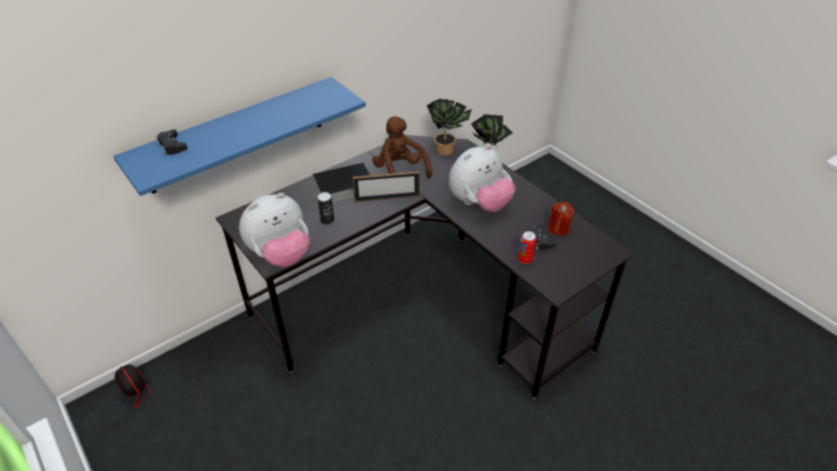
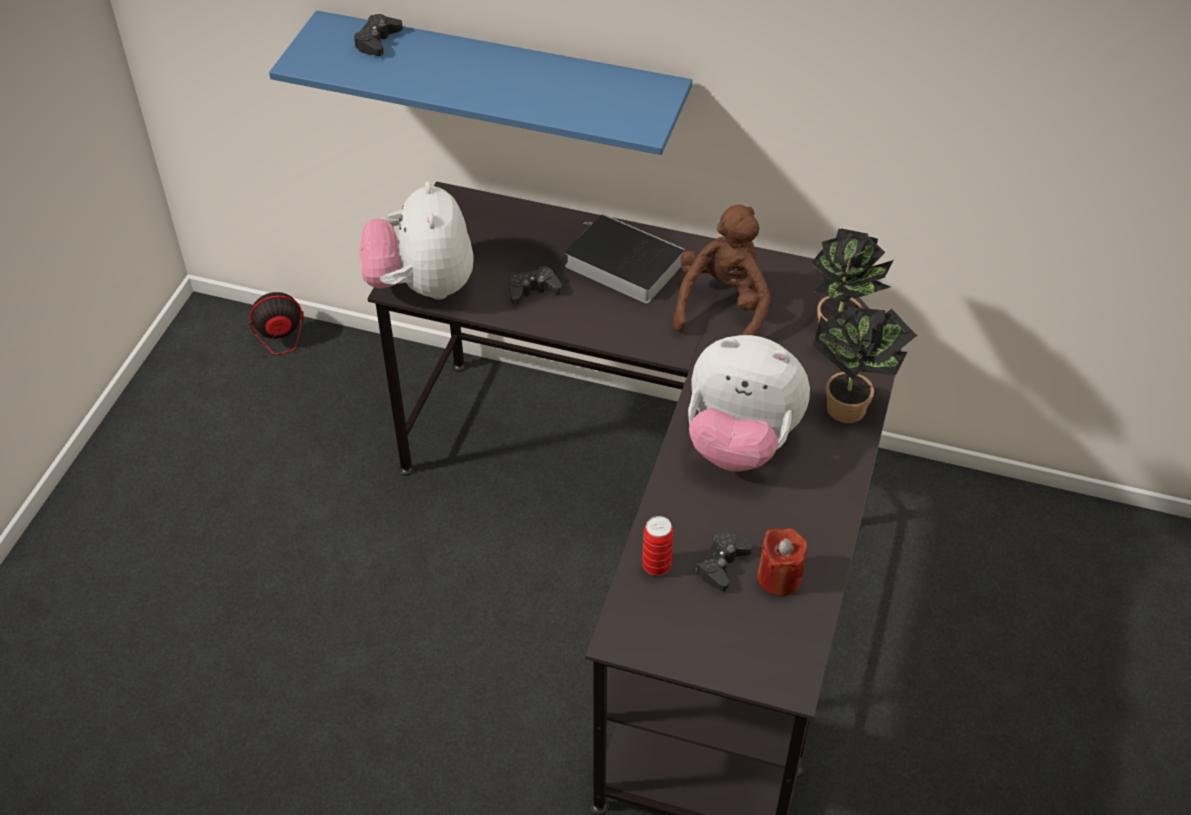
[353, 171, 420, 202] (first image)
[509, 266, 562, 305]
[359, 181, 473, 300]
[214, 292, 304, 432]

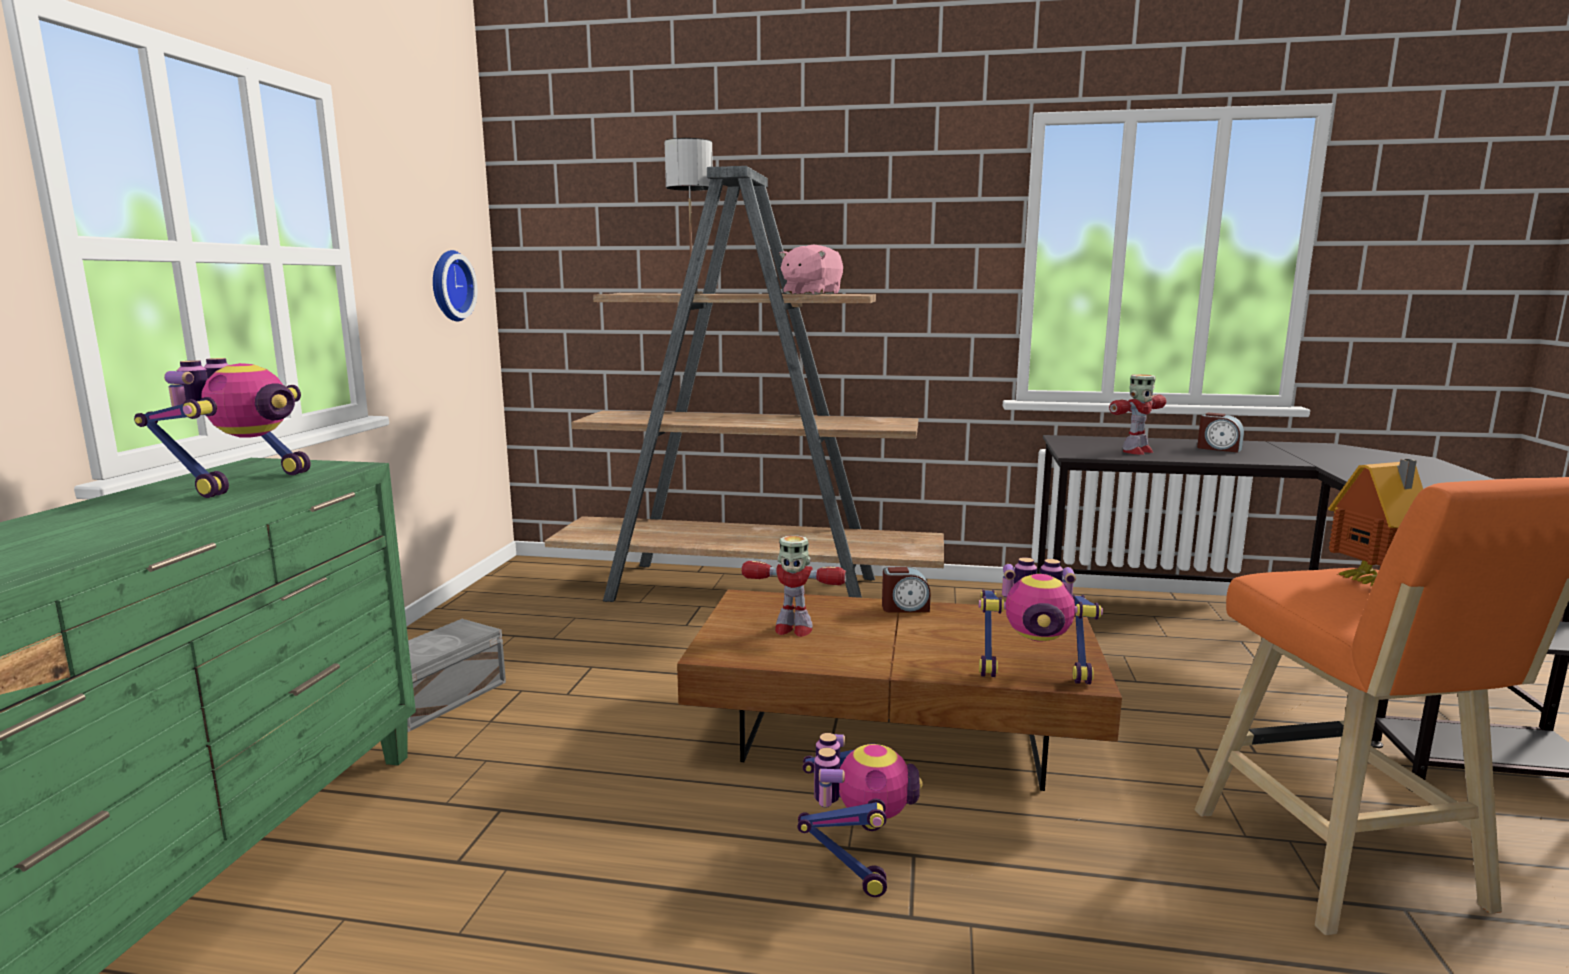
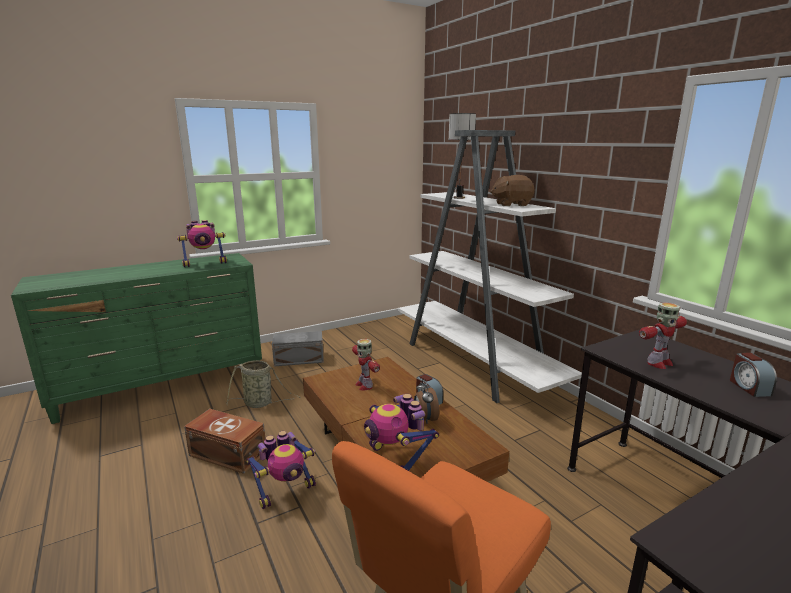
[398, 130, 582, 403]
[490, 175, 535, 206]
[433, 250, 477, 322] (first image)
[639, 302, 687, 369]
[1328, 459, 1423, 586] (first image)
[226, 360, 300, 408]
[414, 379, 439, 423]
[184, 409, 266, 474]

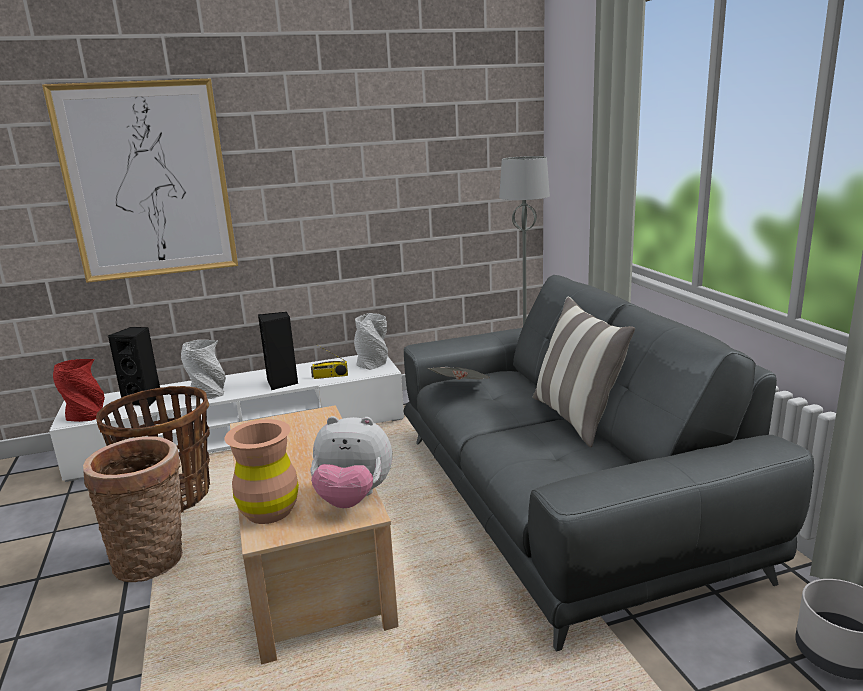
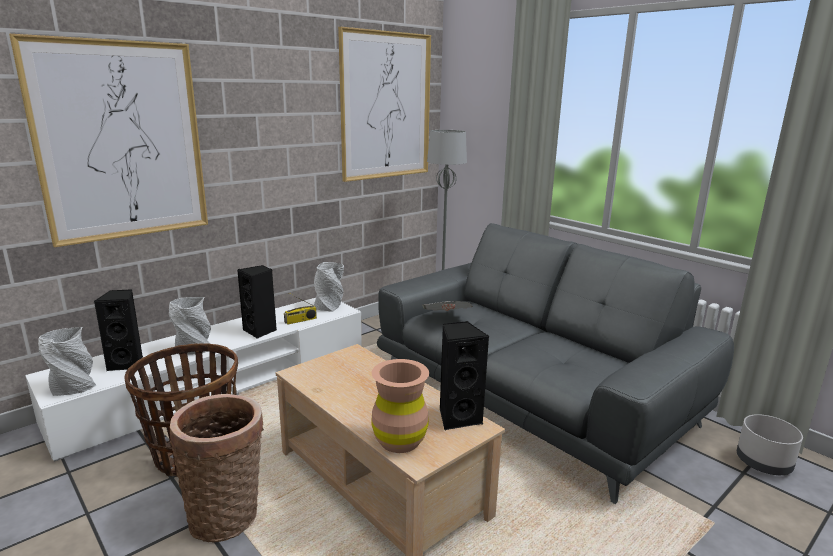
[533, 296, 635, 447] (first image)
[38, 327, 96, 396]
[440, 321, 489, 430]
[338, 27, 431, 182]

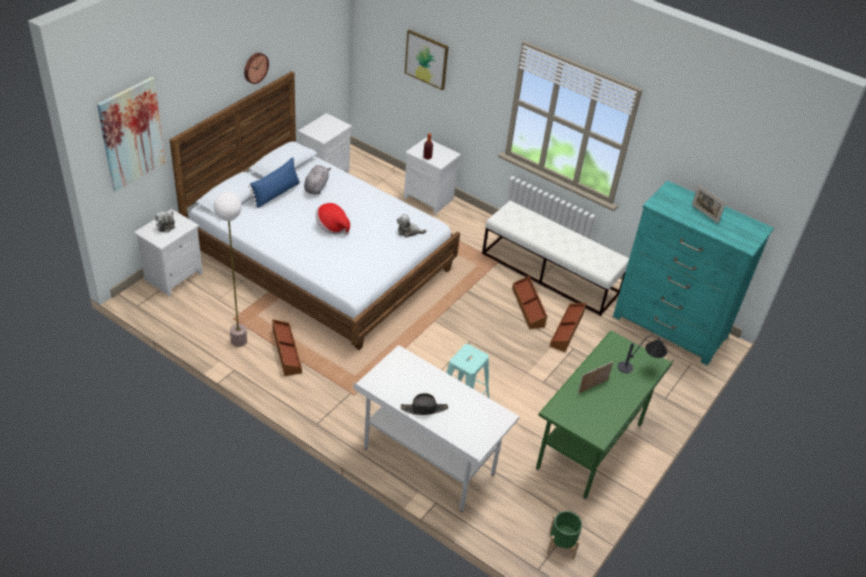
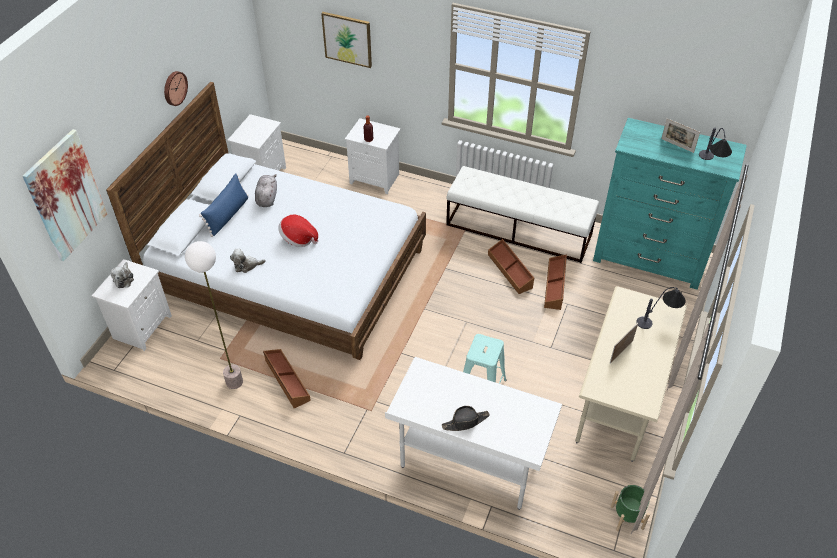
[230, 248, 266, 273]
[575, 286, 688, 462]
[699, 128, 732, 160]

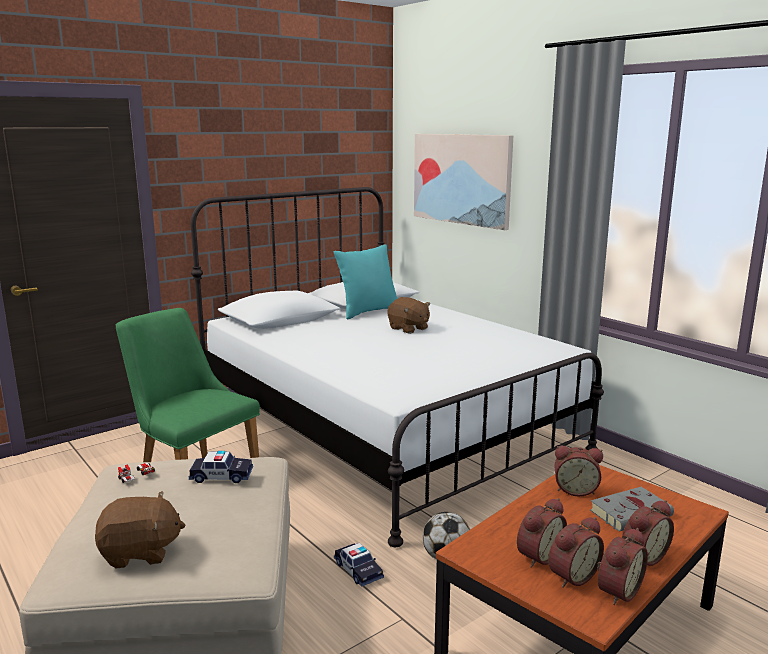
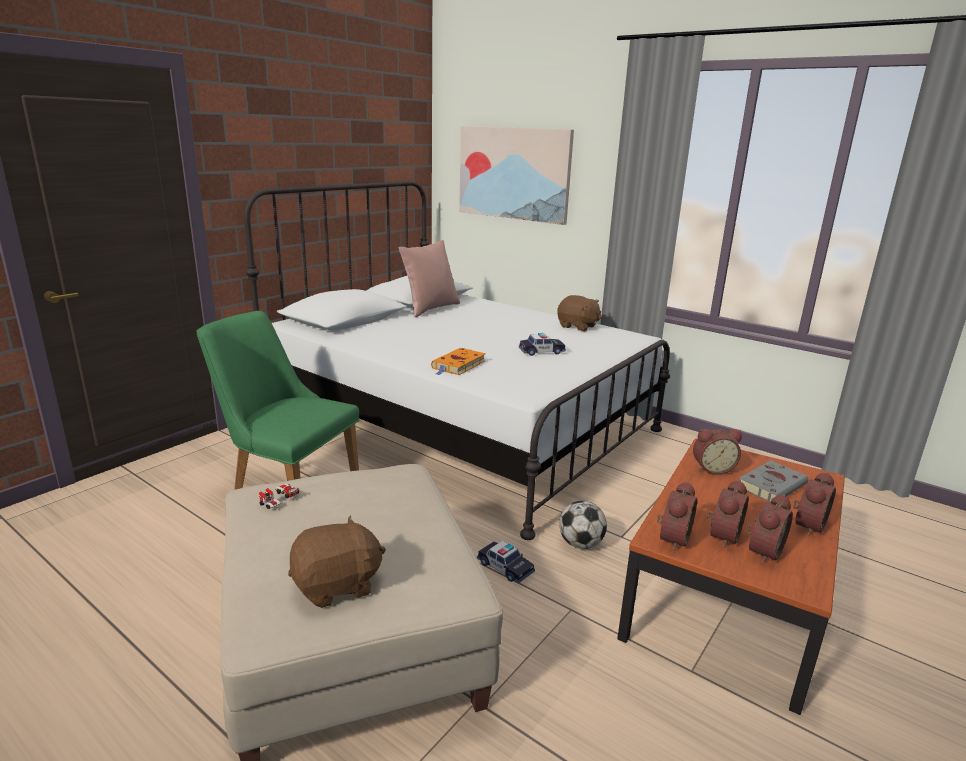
[399, 240, 460, 317]
[557, 295, 602, 331]
[519, 333, 566, 356]
[657, 481, 697, 551]
[431, 348, 486, 375]

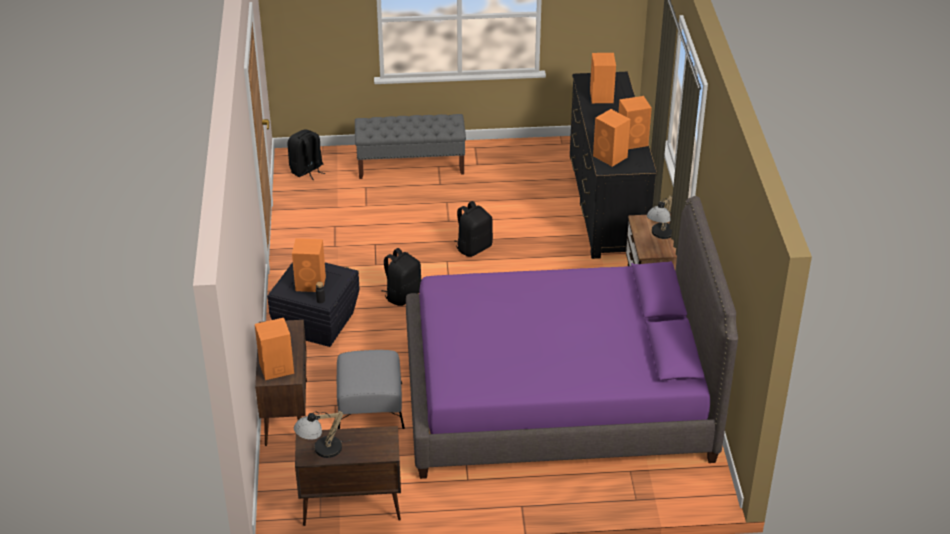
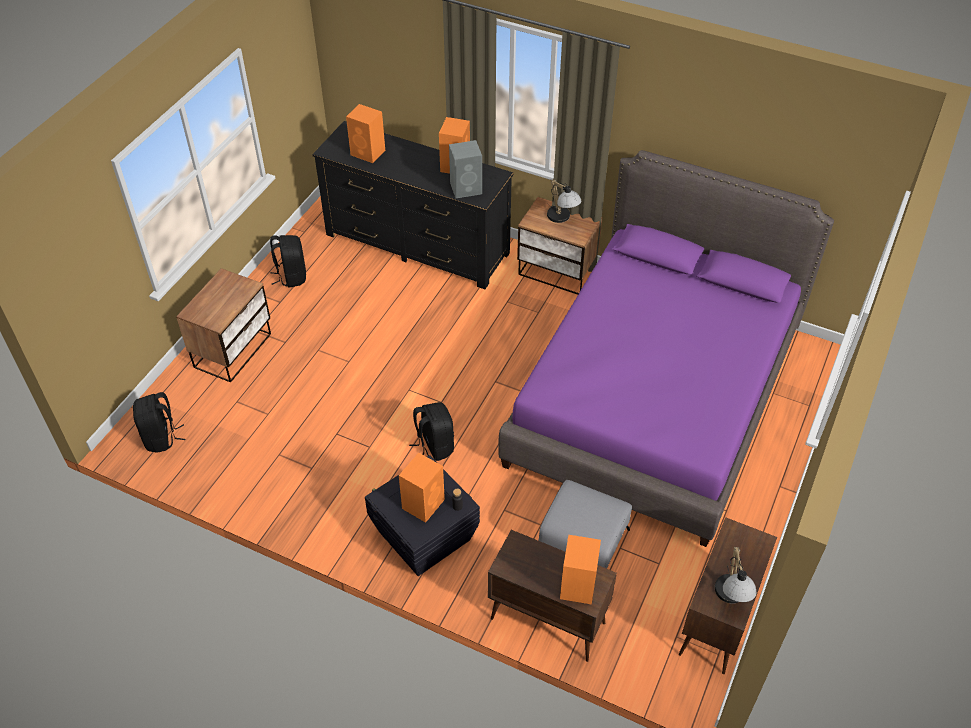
[449, 140, 482, 198]
[176, 268, 271, 383]
[270, 235, 306, 287]

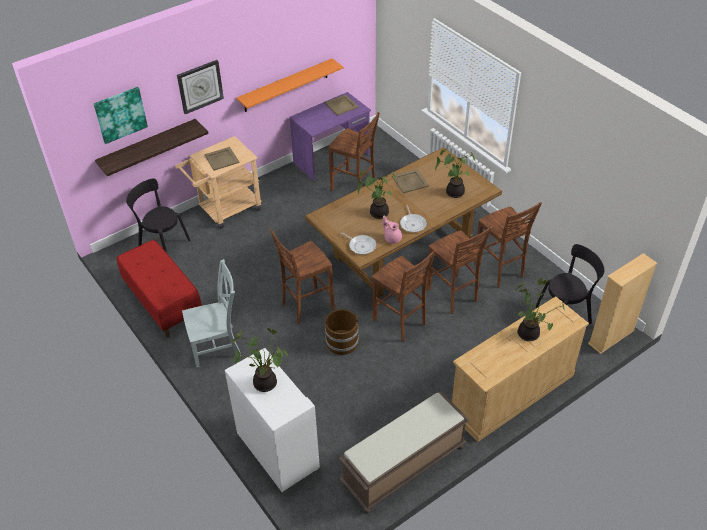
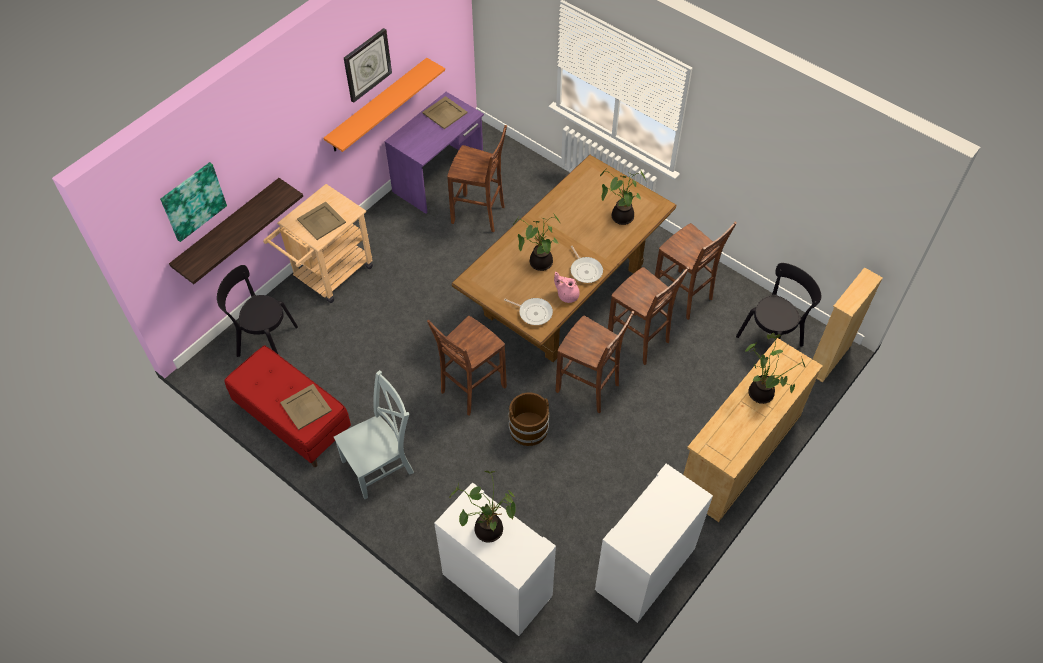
[344, 28, 392, 103]
[280, 384, 332, 430]
[595, 464, 713, 624]

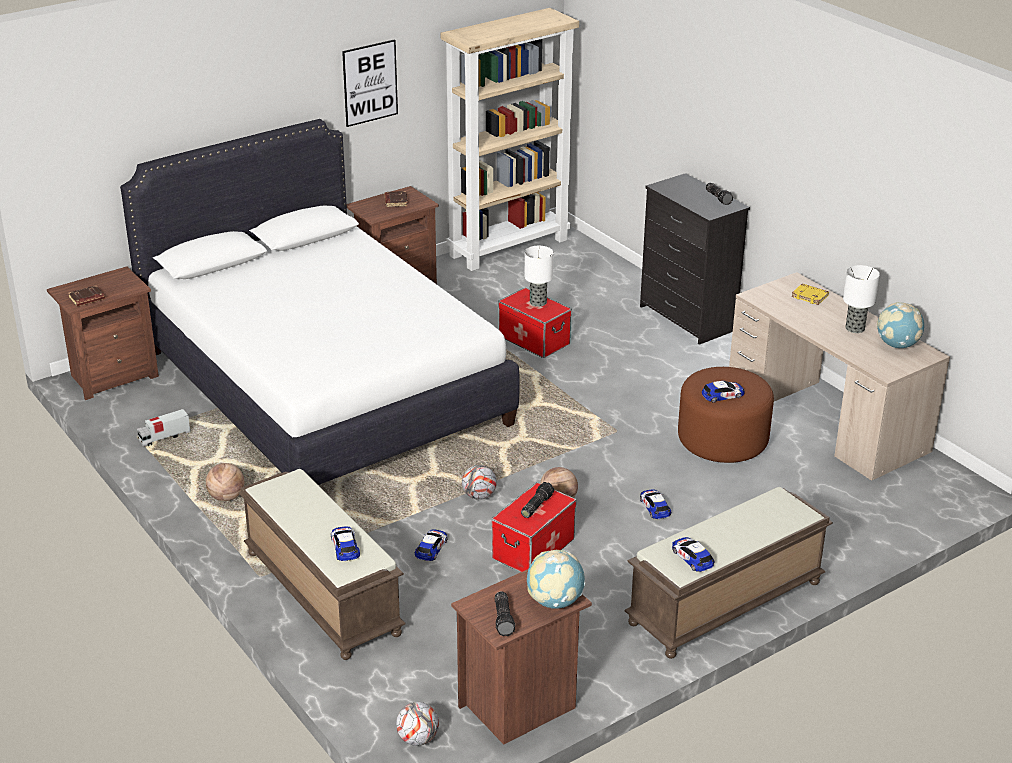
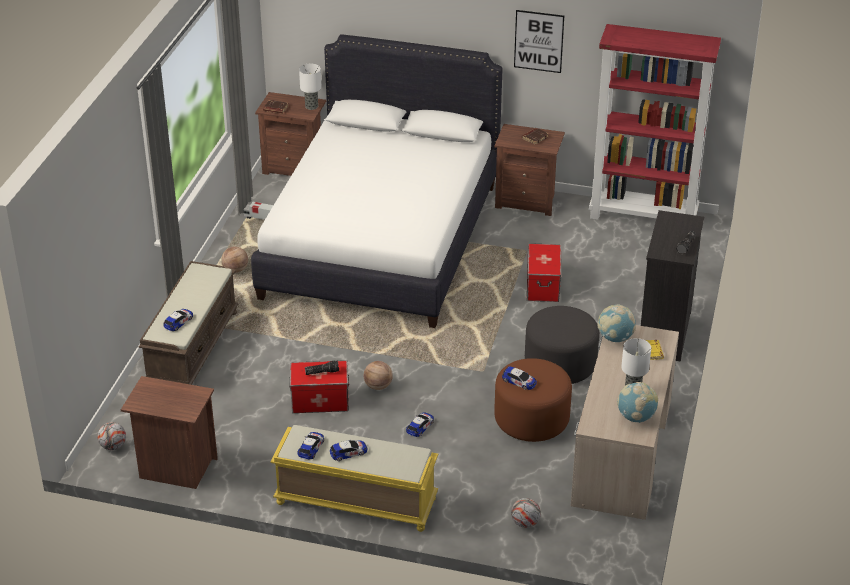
[589, 24, 721, 220]
[299, 64, 322, 110]
[511, 498, 541, 528]
[271, 425, 438, 532]
[330, 440, 367, 461]
[598, 304, 636, 342]
[495, 591, 515, 636] (first image)
[525, 306, 599, 384]

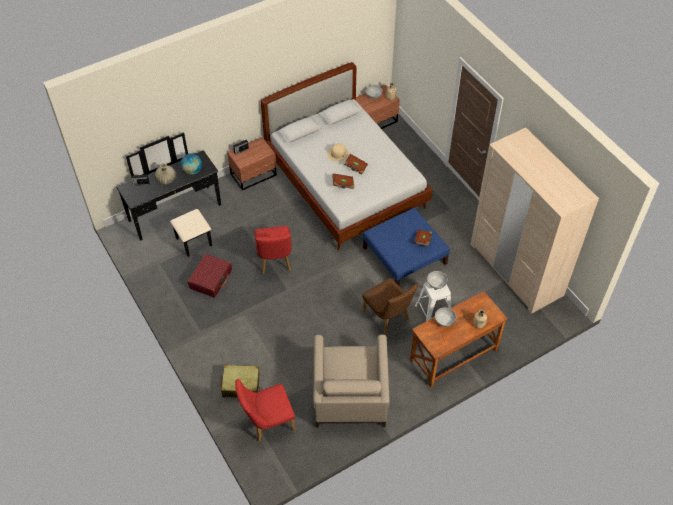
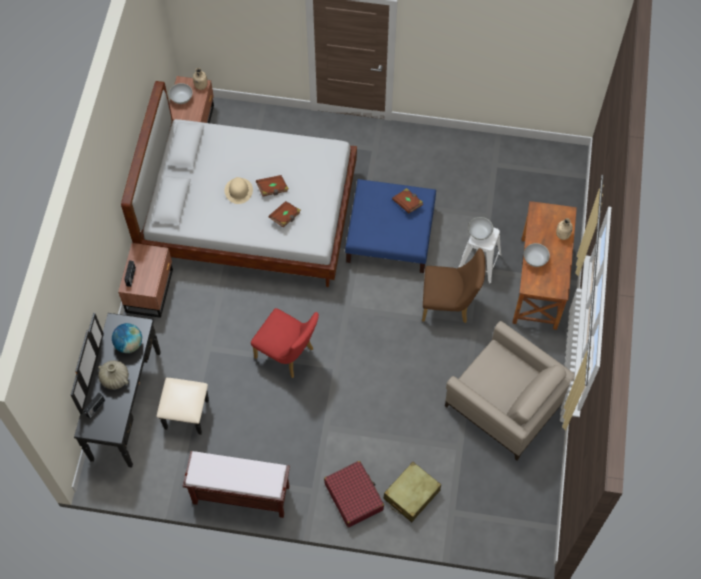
[471, 127, 599, 314] (first image)
[324, 461, 384, 528]
[235, 379, 295, 441] (first image)
[183, 451, 290, 518]

